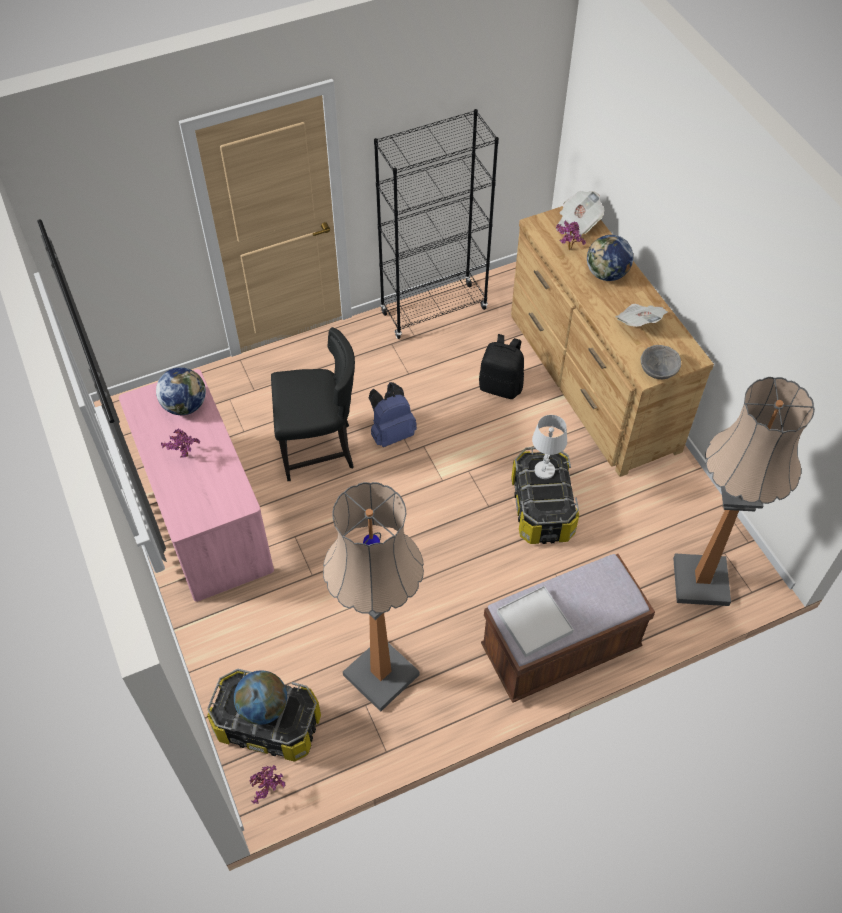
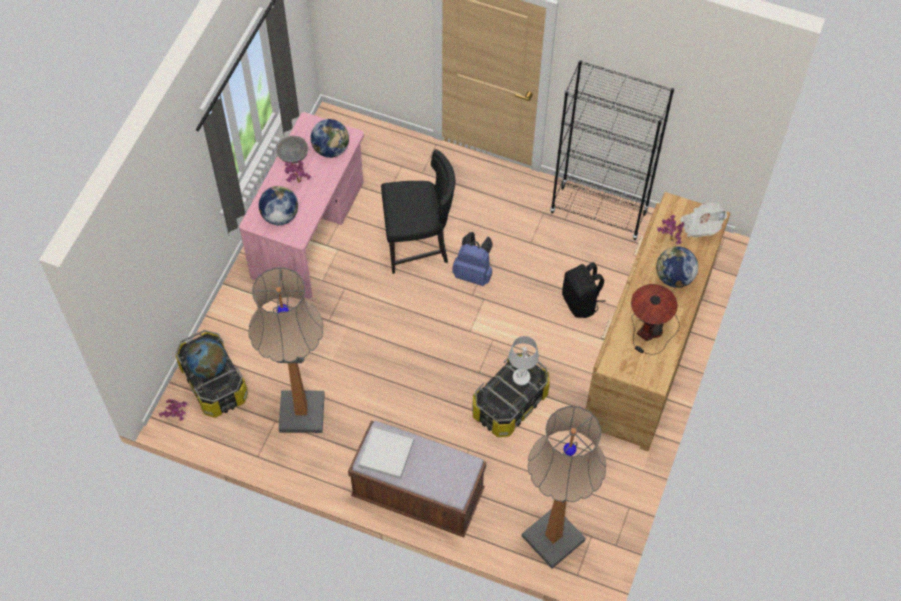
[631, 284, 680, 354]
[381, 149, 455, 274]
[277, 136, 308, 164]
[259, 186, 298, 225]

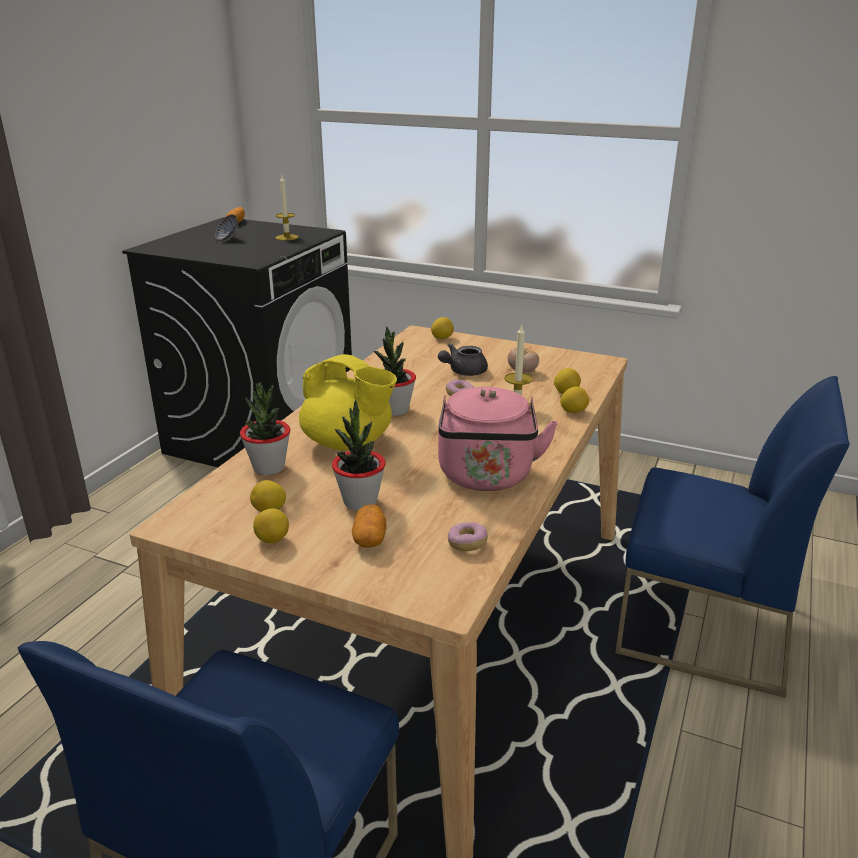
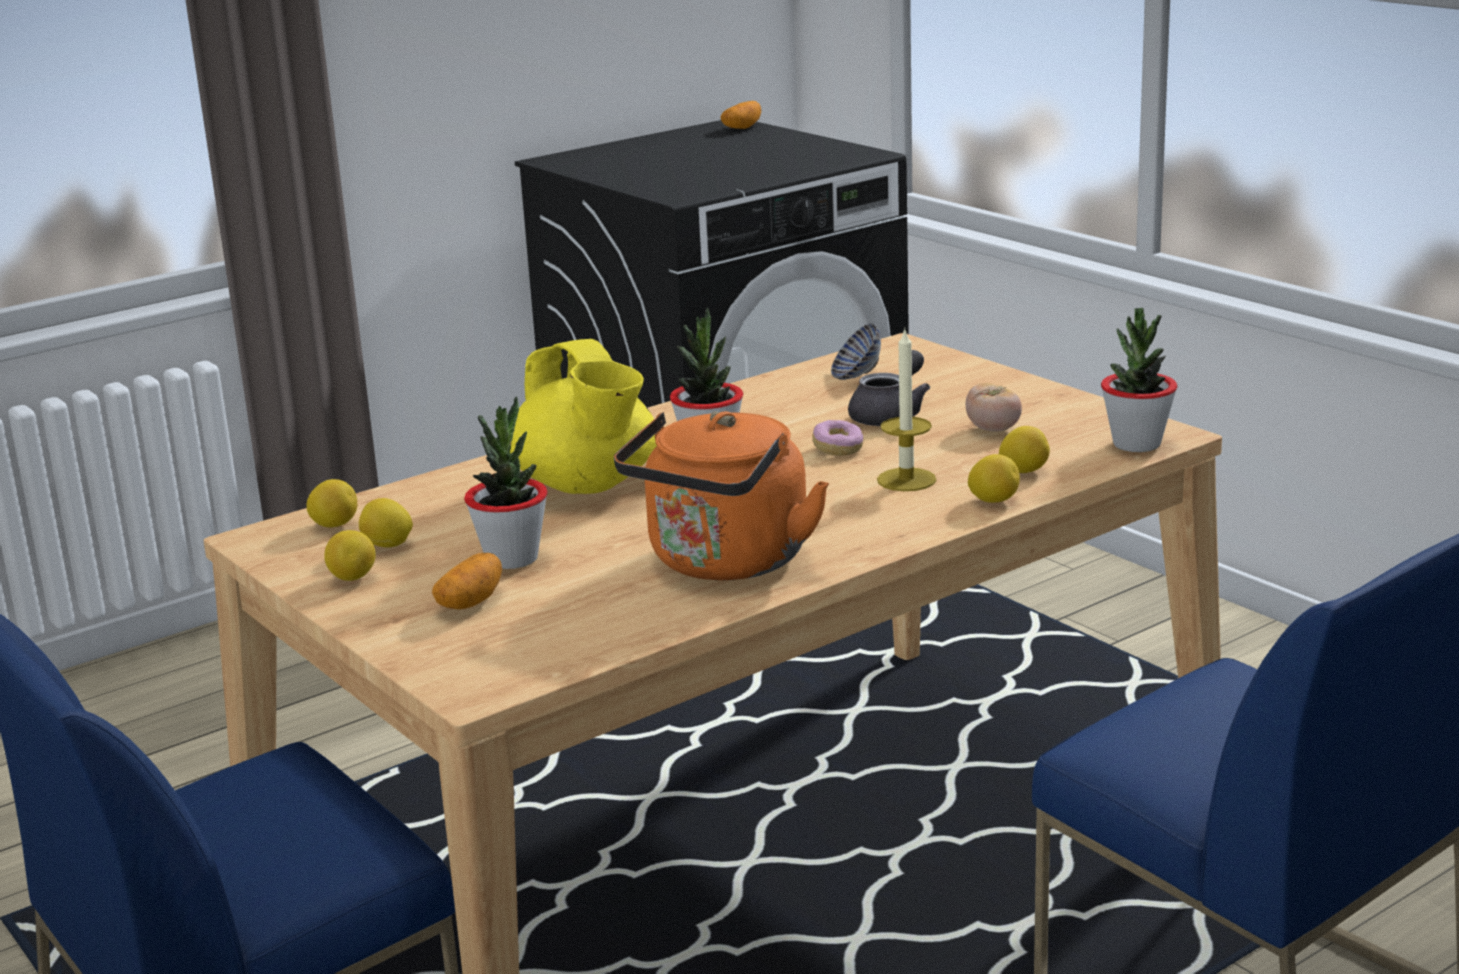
[275, 176, 299, 241] (first image)
[831, 323, 881, 380]
[306, 479, 357, 527]
[848, 350, 930, 426]
[1101, 308, 1177, 452]
[614, 411, 829, 581]
[448, 522, 488, 551] (first image)

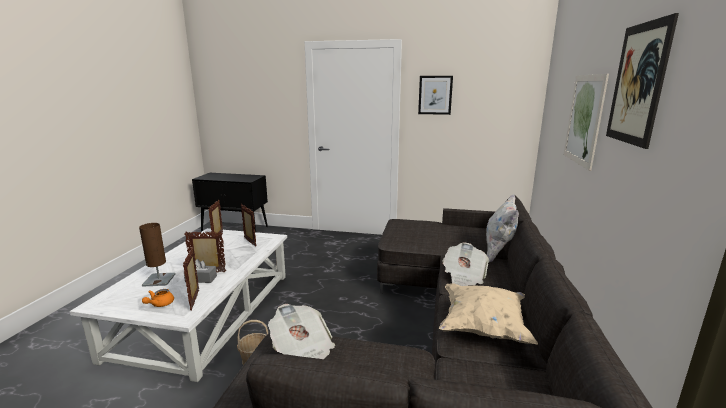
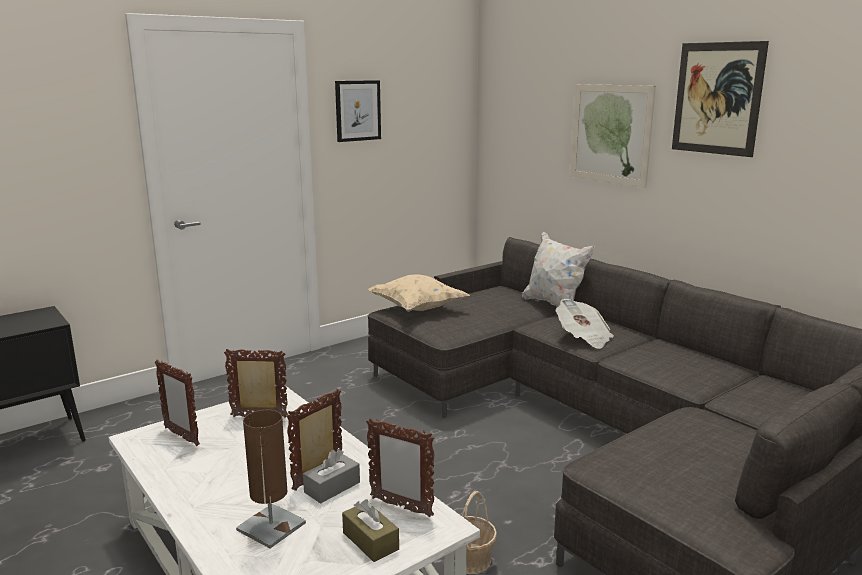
[368, 274, 470, 312]
[342, 499, 399, 562]
[268, 304, 335, 359] (first image)

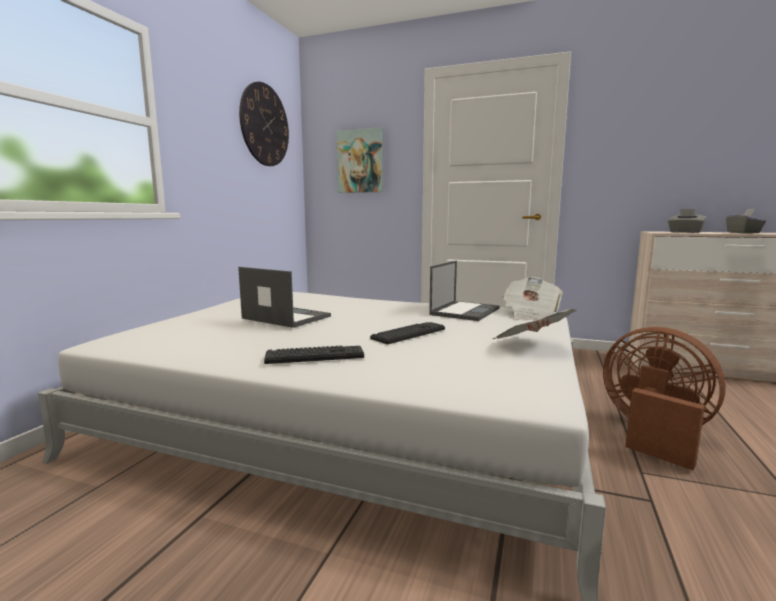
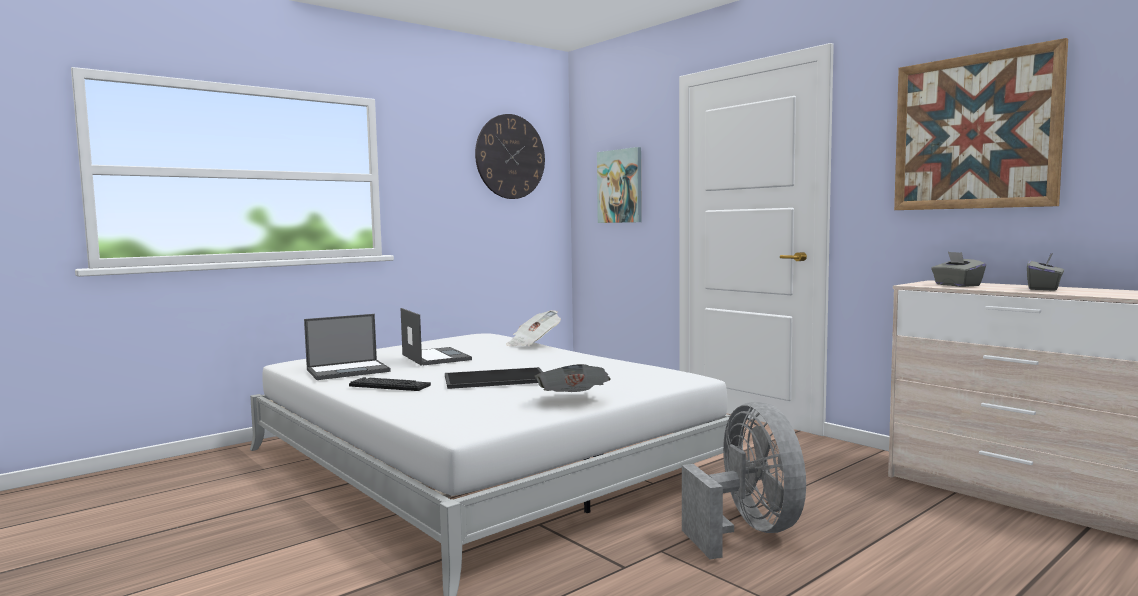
[304, 314, 391, 380]
[506, 310, 561, 347]
[445, 367, 543, 389]
[682, 402, 806, 559]
[894, 38, 1068, 210]

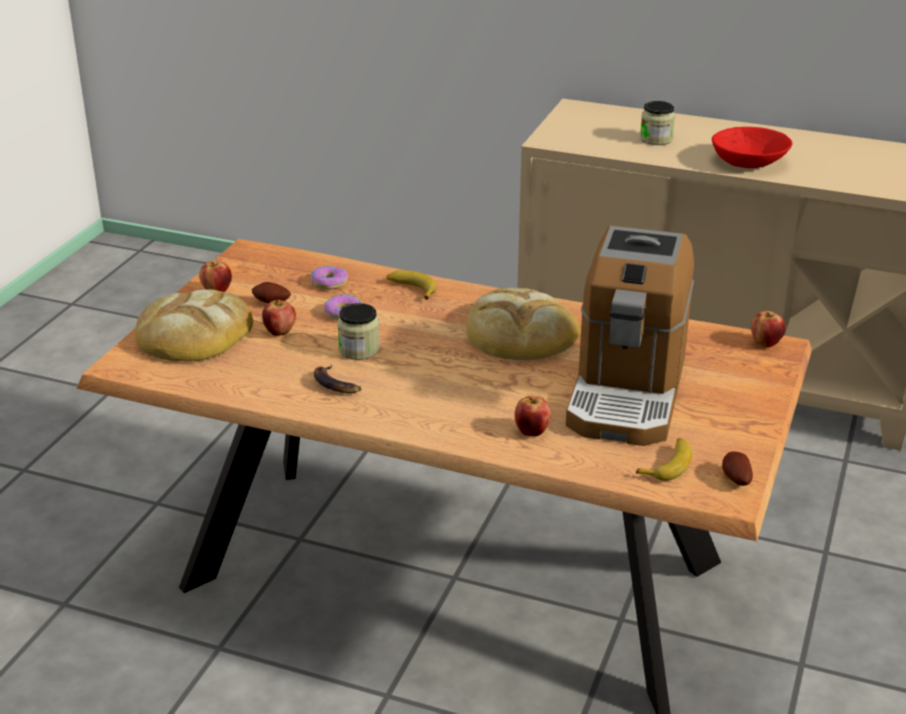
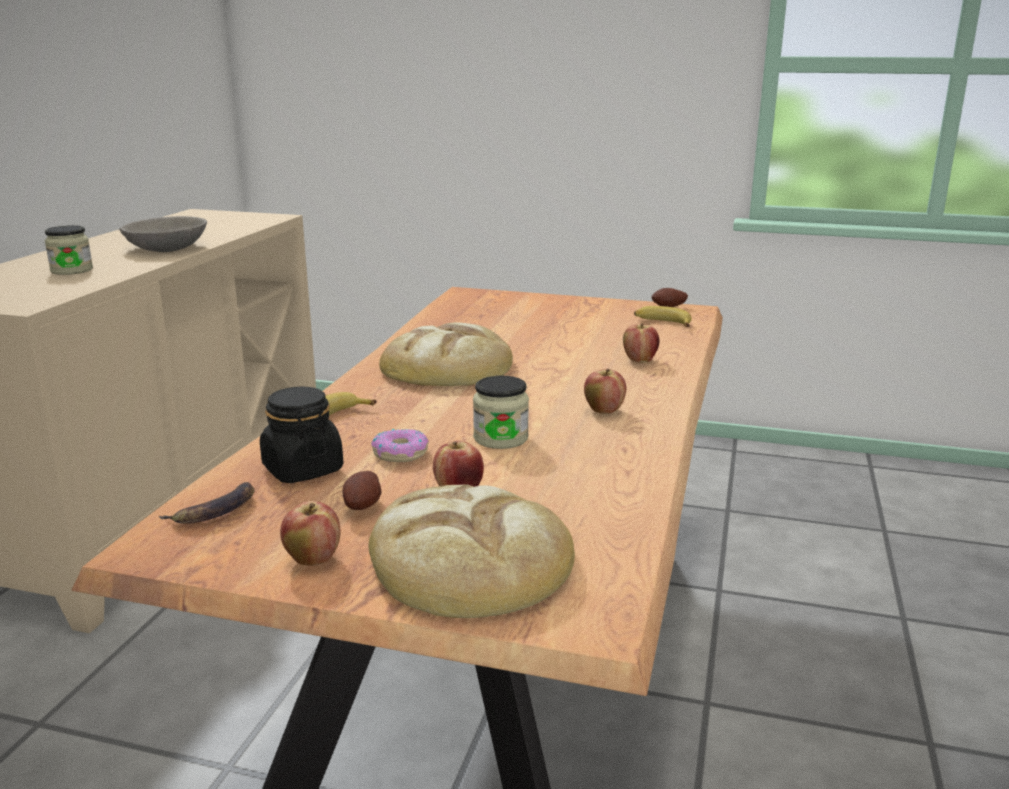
[120, 216, 207, 252]
[566, 226, 694, 446] (first image)
[260, 386, 344, 483]
[584, 369, 626, 414]
[159, 482, 255, 524]

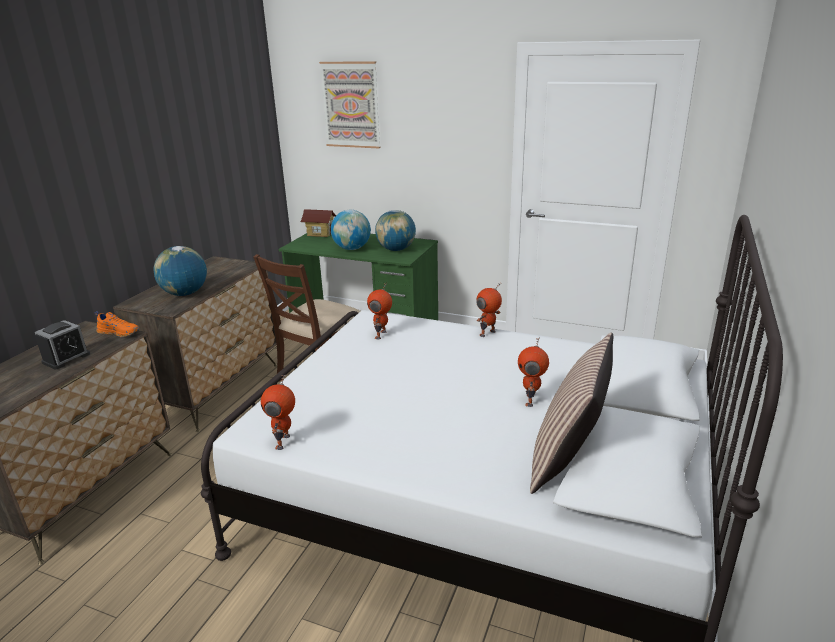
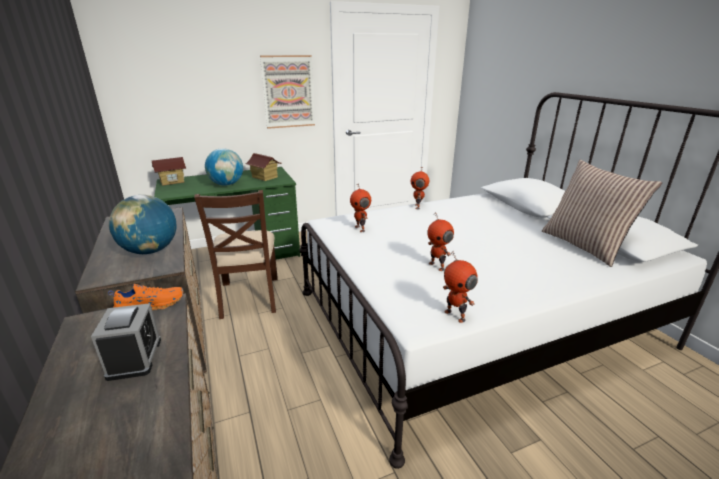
[260, 55, 315, 129]
[245, 153, 282, 181]
[427, 213, 454, 271]

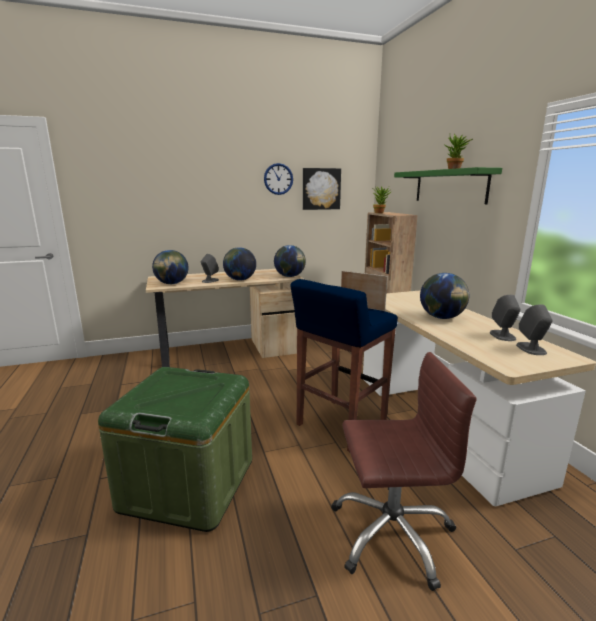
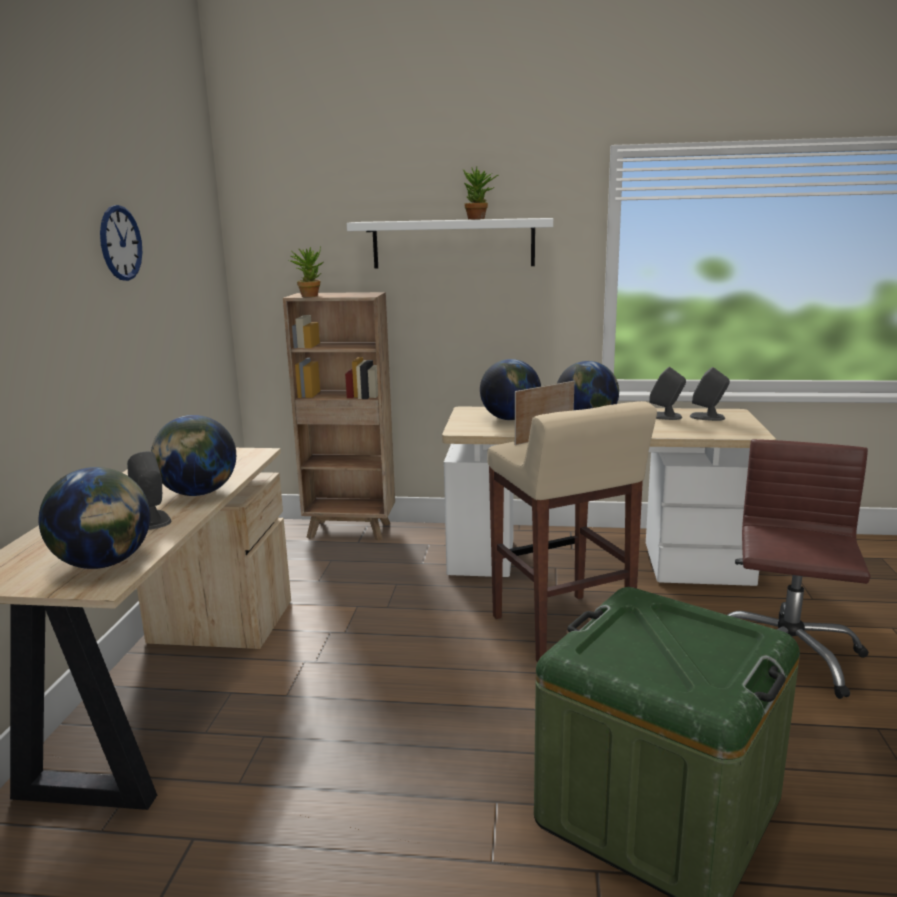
[347, 218, 553, 268]
[303, 168, 341, 210] (first image)
[480, 359, 541, 420]
[487, 401, 657, 662]

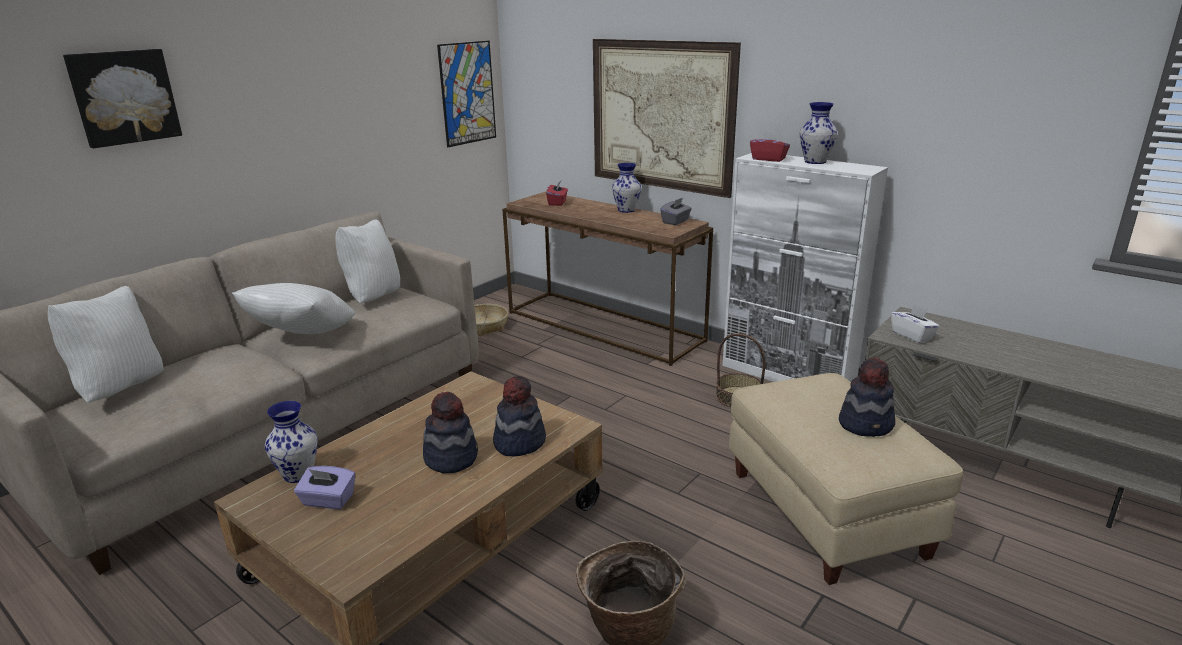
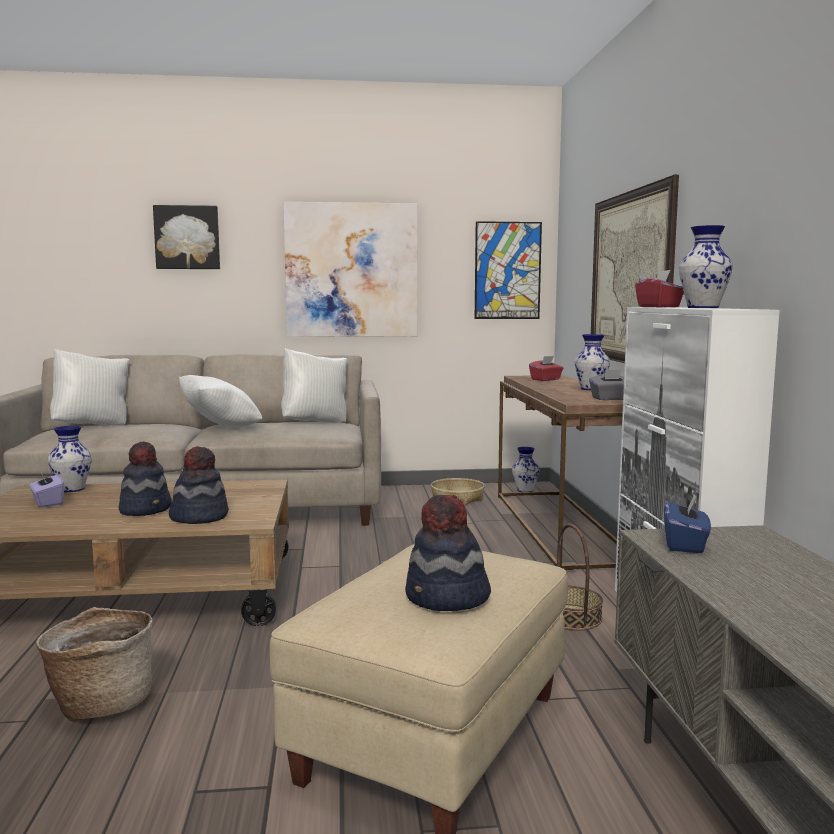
[664, 494, 711, 553]
[283, 202, 417, 337]
[512, 447, 540, 492]

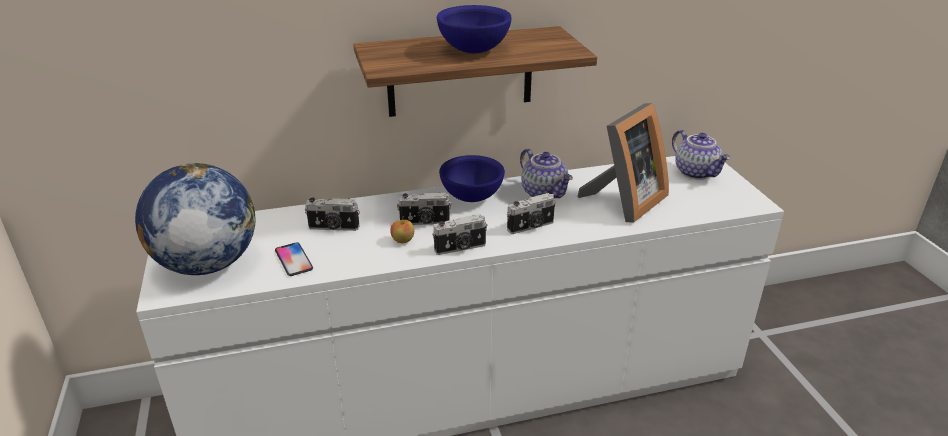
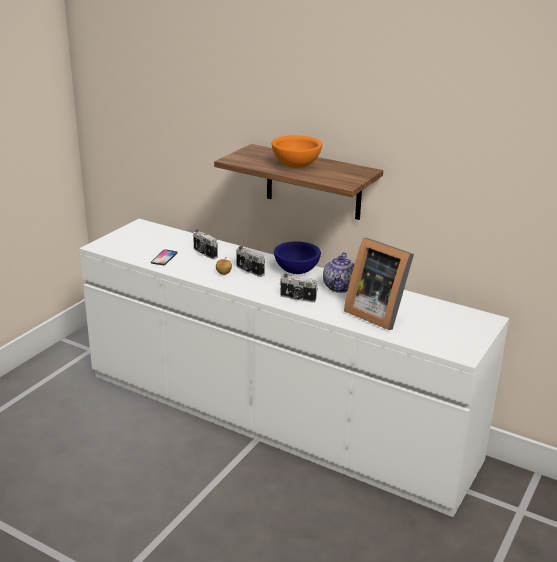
[272, 135, 322, 168]
[344, 238, 414, 330]
[672, 130, 731, 180] (first image)
[135, 163, 256, 275] (first image)
[432, 214, 487, 255] (first image)

